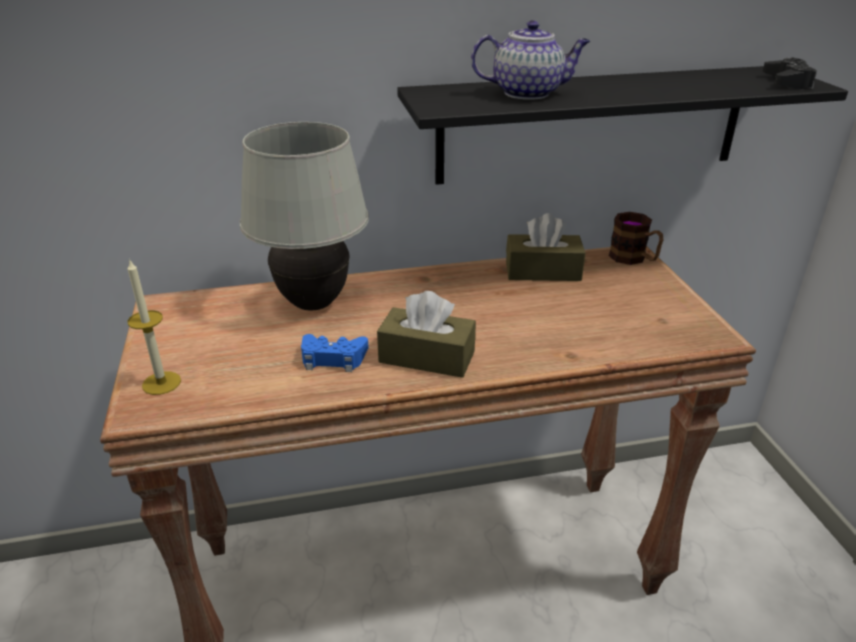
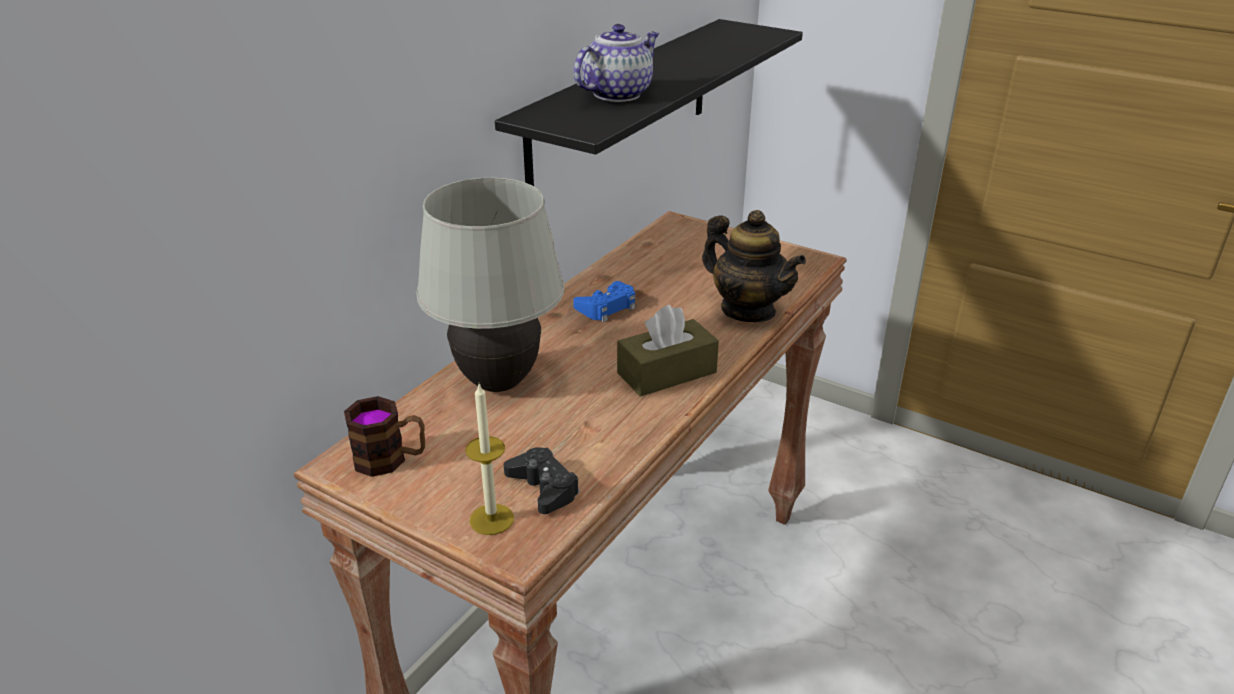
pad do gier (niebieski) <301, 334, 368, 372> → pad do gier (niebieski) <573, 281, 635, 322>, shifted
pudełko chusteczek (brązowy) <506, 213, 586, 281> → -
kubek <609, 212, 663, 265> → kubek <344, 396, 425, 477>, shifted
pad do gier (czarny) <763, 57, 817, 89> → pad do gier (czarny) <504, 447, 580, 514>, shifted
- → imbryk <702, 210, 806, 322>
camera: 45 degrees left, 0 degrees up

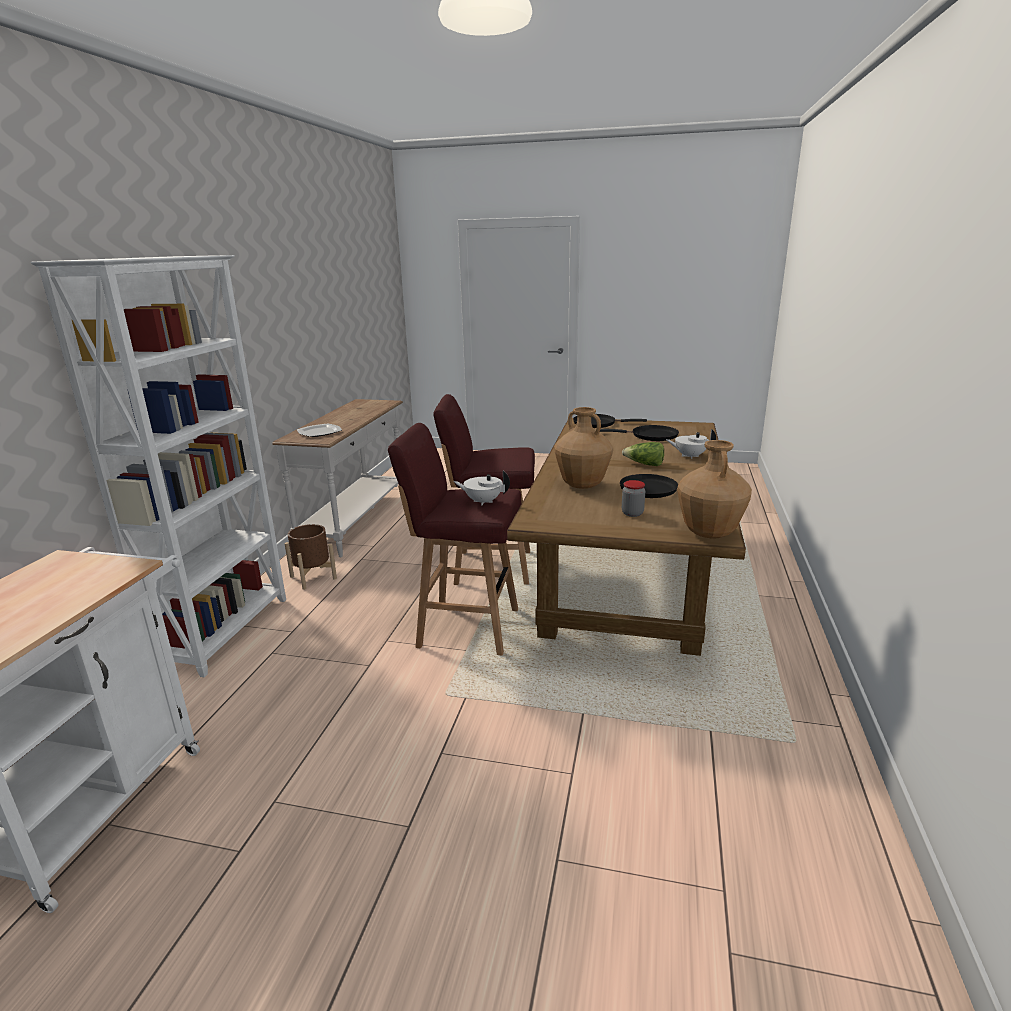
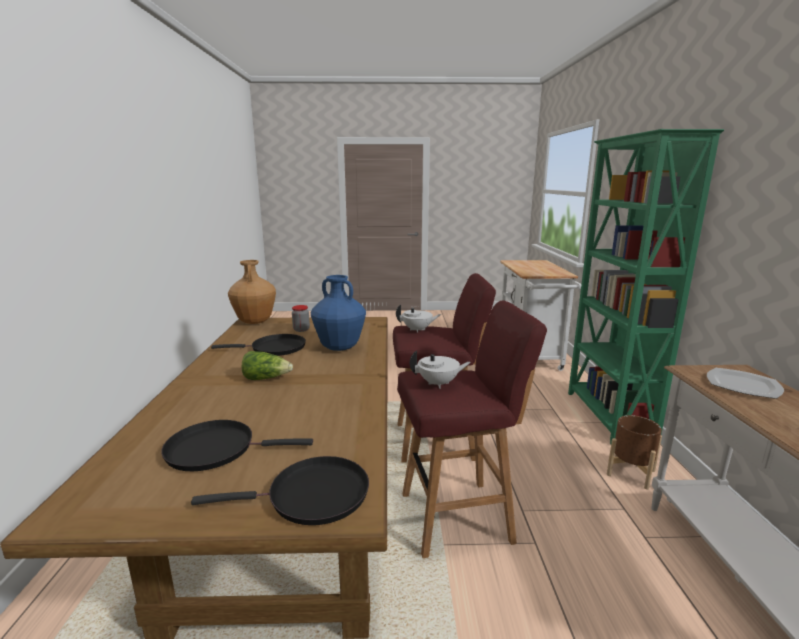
regał (biały) <31, 255, 286, 677> → regał (zielony) <568, 129, 724, 444>
wazon (brązowy) <554, 407, 613, 489> → wazon (niebieski) <311, 275, 366, 351>
imbryk (biały) <666, 429, 716, 459> → imbryk (biały) <410, 350, 471, 389>, shifted
camera: 165 degrees right, 5 degrees down

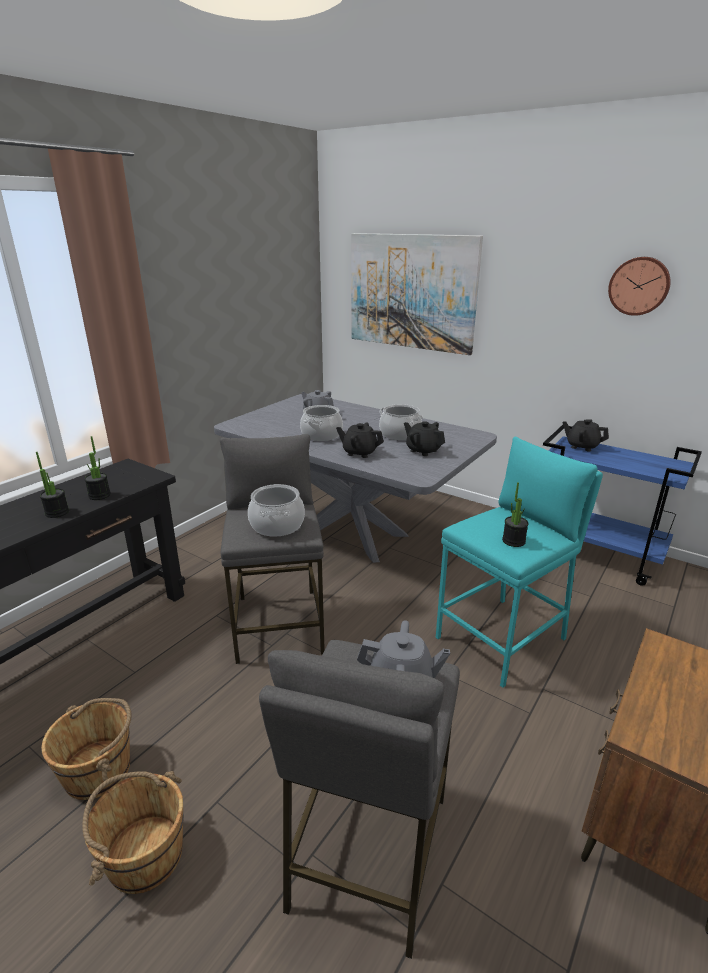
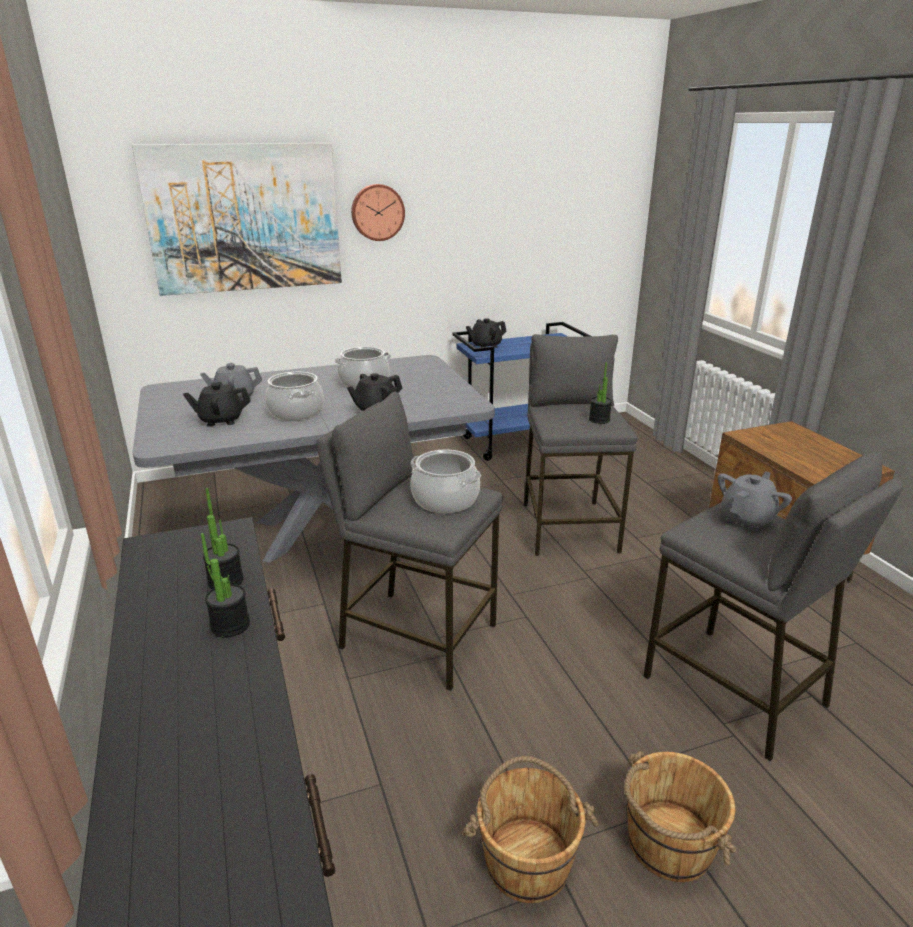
imbryk (czarny) <404, 421, 445, 456> → imbryk (czarny) <183, 382, 251, 427>, shifted
stołek (turkusowy) <436, 436, 603, 688> → stołek (szary) <524, 334, 638, 556>
zegar ścienny <608, 257, 671, 316> → zegar ścienny <351, 184, 405, 241>, shifted
camera: 55 degrees left, 0 degrees up

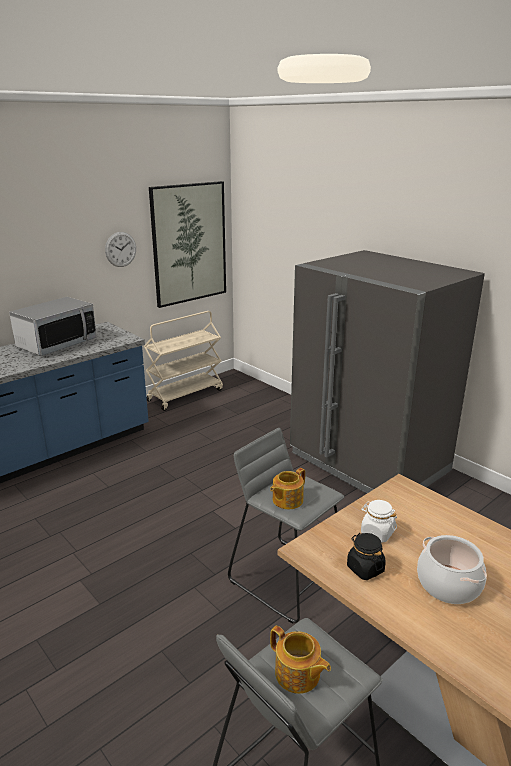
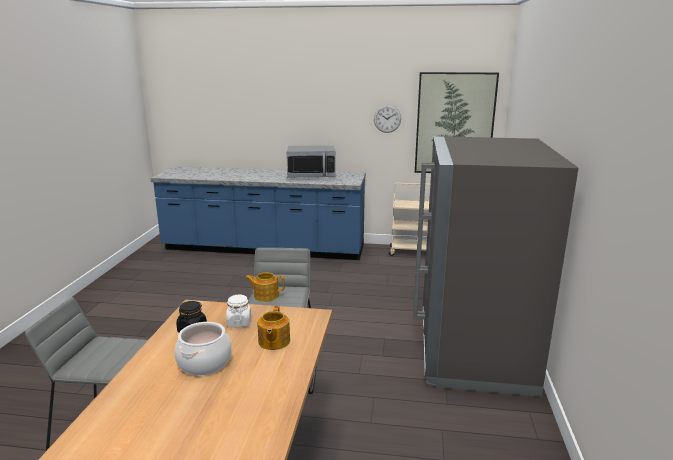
imbryk <270, 626, 331, 694> → imbryk <257, 306, 290, 350>, shifted
camera: 50 degrees right, 5 degrees down

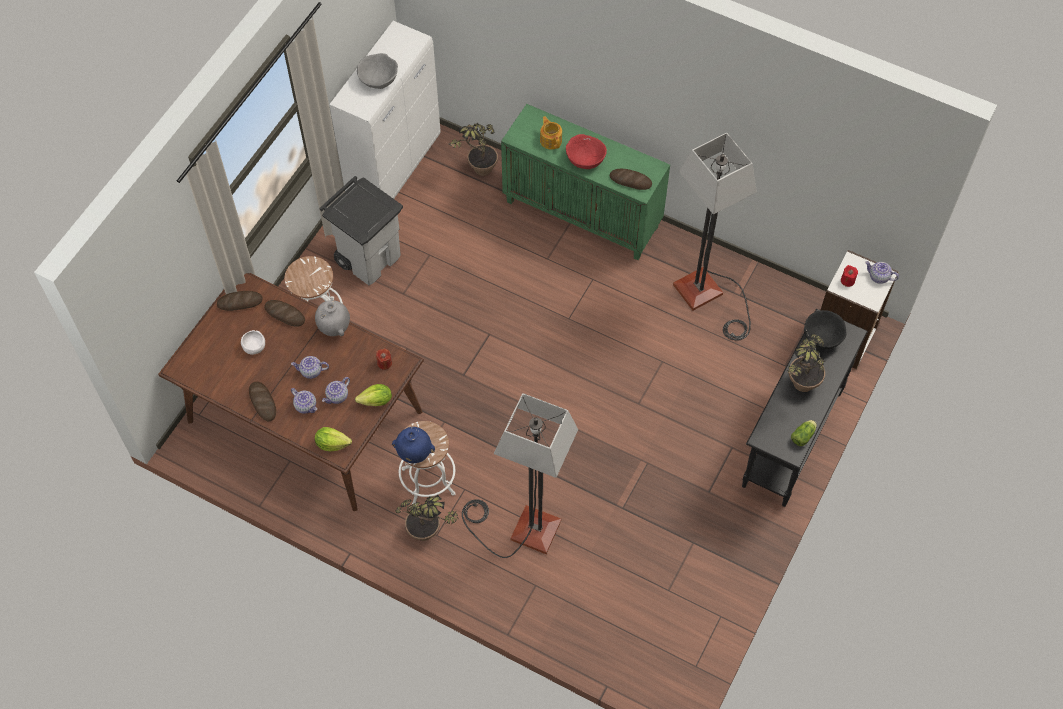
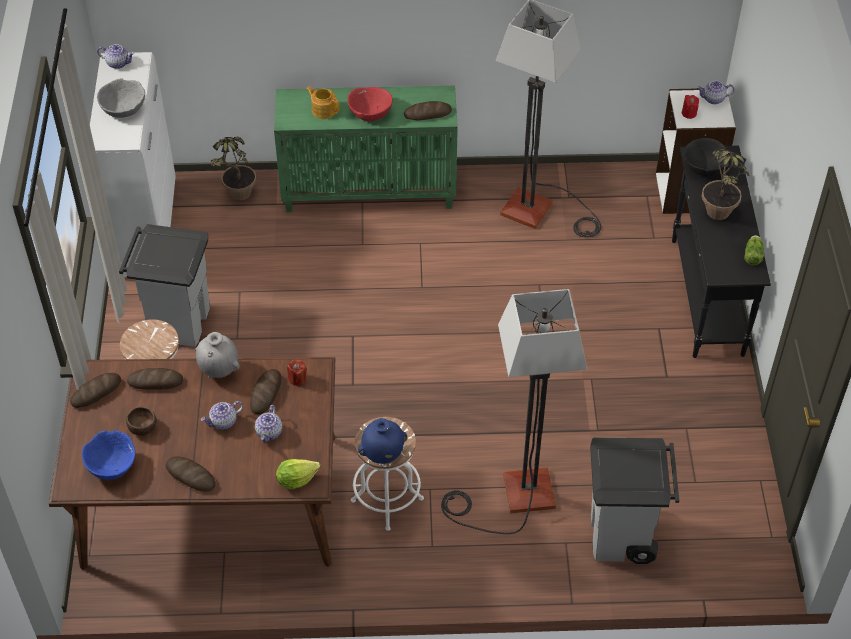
miska (biały) <241, 330, 265, 355> → miska (brązowy) <126, 406, 157, 436>
imbryk <291, 388, 317, 414> → imbryk <97, 44, 134, 69>, shifted
sałata <355, 384, 392, 406> → -
roślina doniczkowa <395, 495, 460, 541> → -
- → miska (niebieski) <82, 431, 135, 480>
- → chleb <250, 369, 282, 415>
- → kosz na śmieci (szary) <590, 437, 679, 564>
camera: 30 degrees left, 10 degrees down

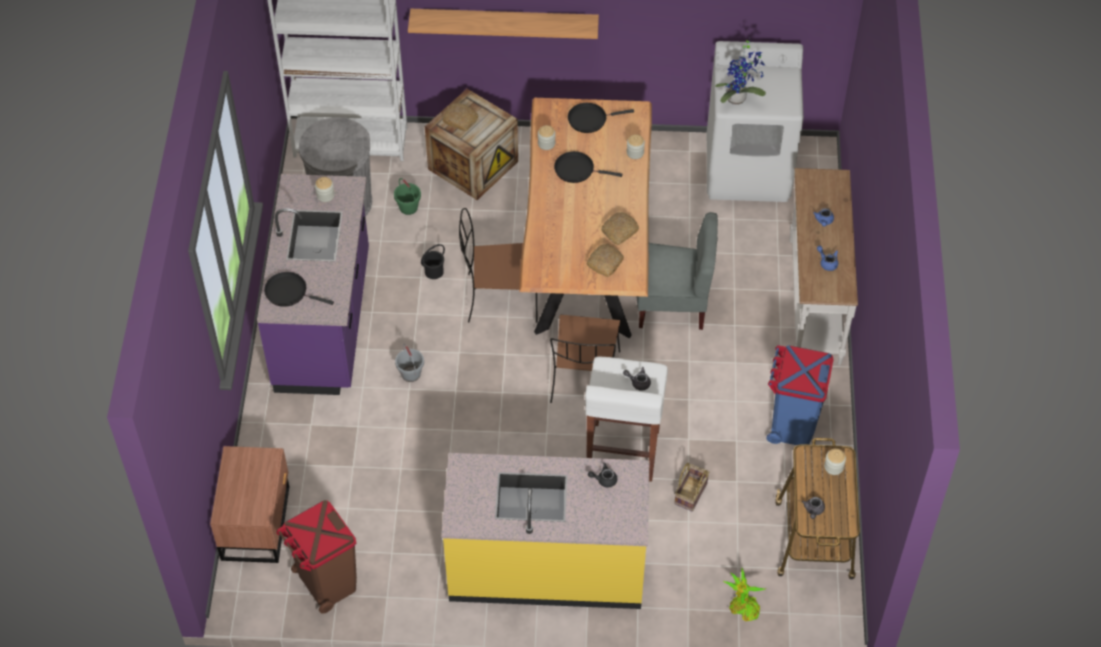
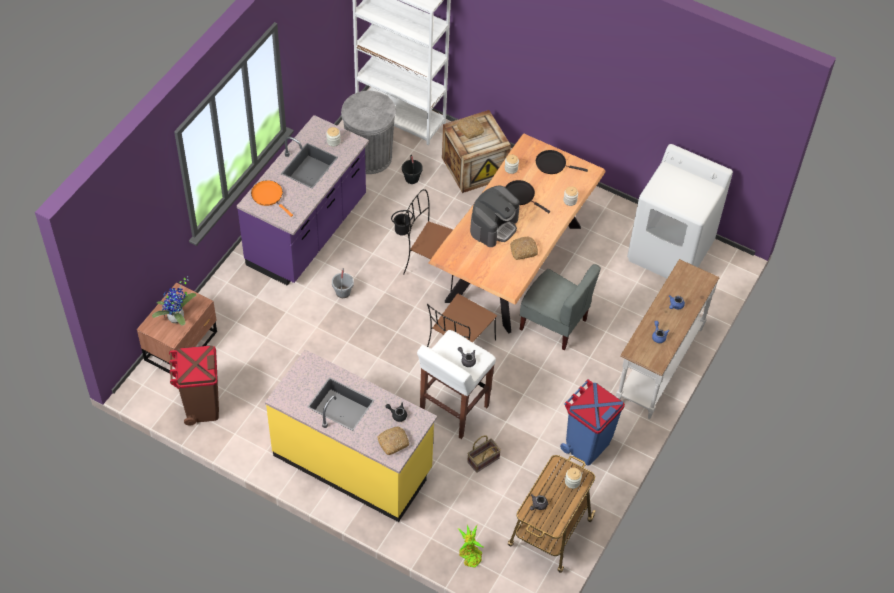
patelnia (czarny) <264, 272, 334, 307> → patelnia (pomarańczowy) <251, 180, 293, 217>
wiadro (zielony) <394, 178, 421, 215> → wiadro (czarny) <402, 155, 423, 184>
półka <408, 9, 599, 39> → -
chleb <586, 244, 624, 277> → chleb <377, 427, 410, 455>, shifted
roślina doniczkowa <715, 37, 766, 105> → roślina doniczkowa <152, 277, 197, 326>, shifted
- → ekspres do kawy <470, 185, 520, 247>
camera: 25 degrees right, 0 degrees up

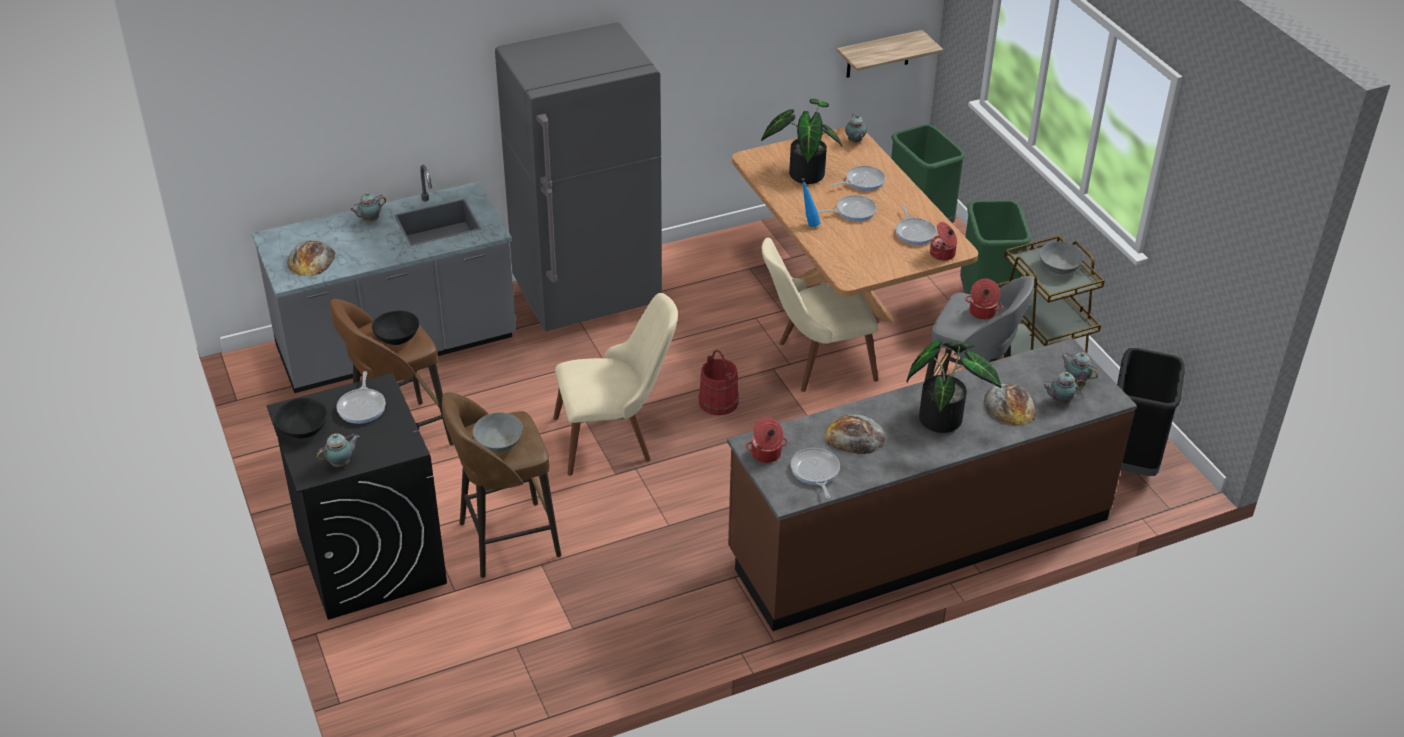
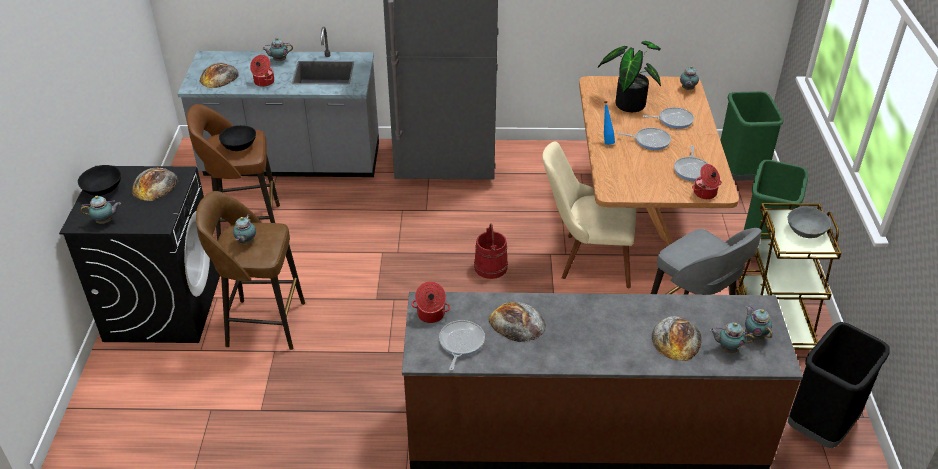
patelnia <337, 371, 386, 424> → chleb <132, 168, 178, 201>
miska (szary) <473, 412, 523, 452> → imbryk <233, 215, 256, 244>
krzesło (beżowy) <553, 293, 678, 476> → -
półka <837, 30, 943, 78> → -
roślina doniczkowa <907, 340, 1001, 433> → -
garnek <965, 278, 1003, 320> → garnek <250, 55, 274, 87>, shifted
camera: 25 degrees right, 0 degrees up

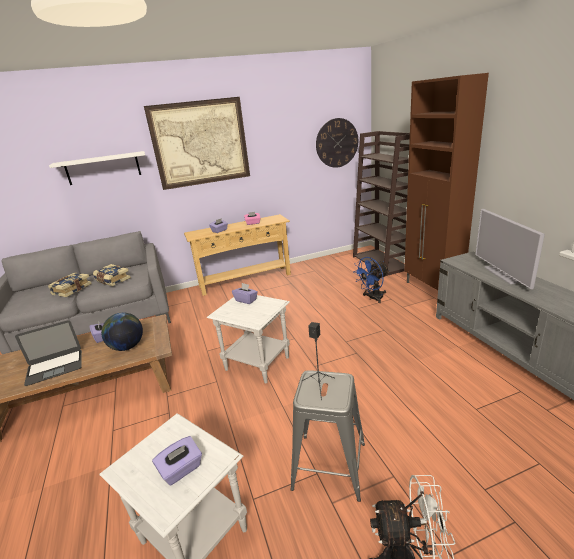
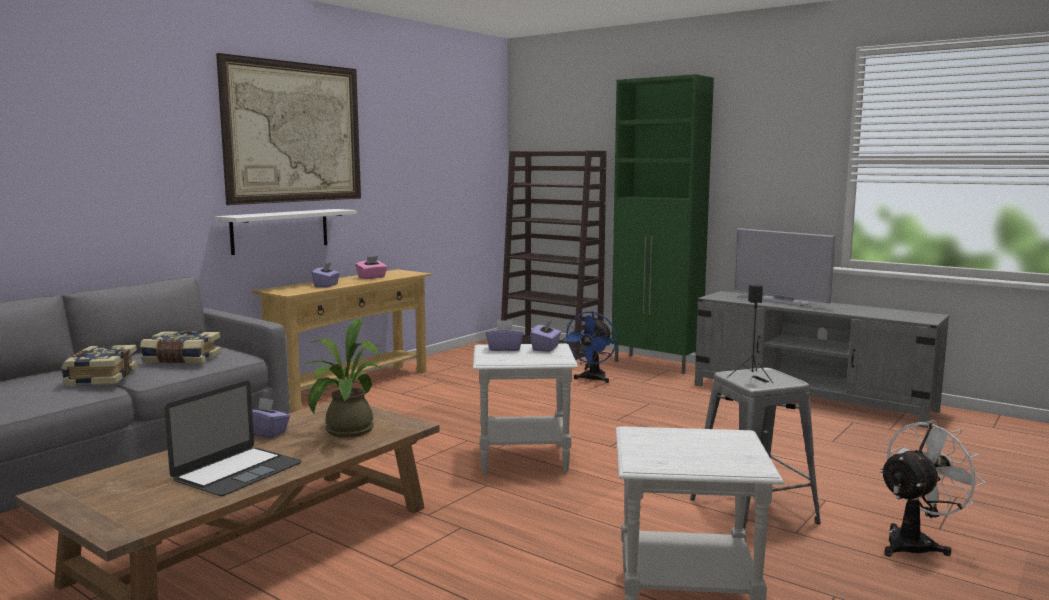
półka (biały) <49, 151, 145, 185> → półka (biały) <215, 209, 357, 255>, shifted
globus <101, 313, 143, 351> → roślina doniczkowa <304, 318, 386, 438>
pudełko chusteczek (fioletowy) <152, 436, 202, 485> → pudełko chusteczek (fioletowy) <530, 319, 561, 352>, shifted
zegar ścienny <316, 118, 358, 168> → -
szafka (brązowy) <404, 73, 489, 290> → szafka (zielony) <611, 74, 714, 374>
camera: 35 degrees left, 15 degrees down

